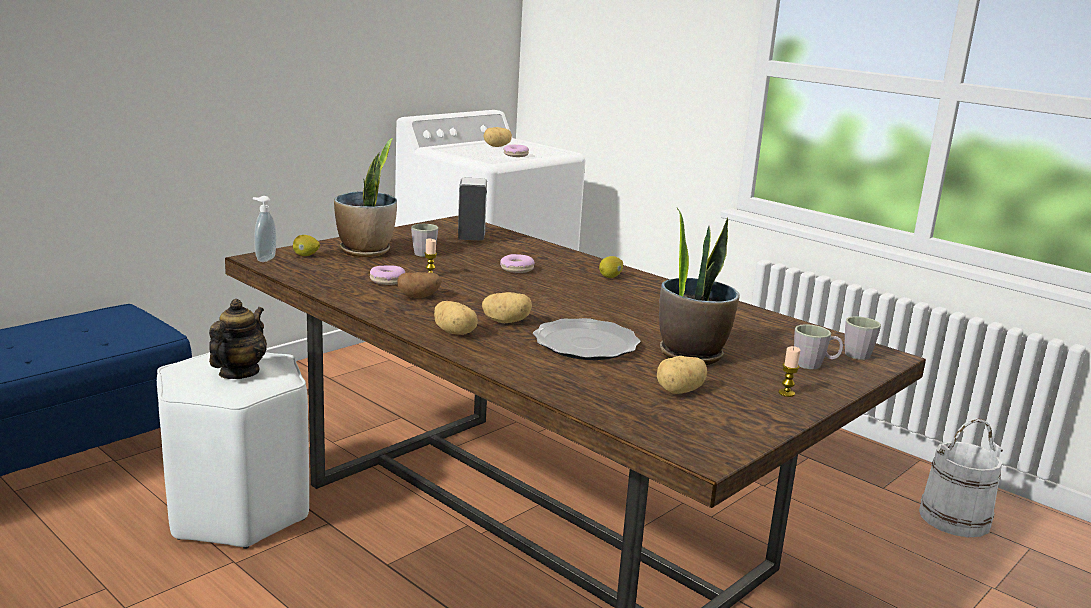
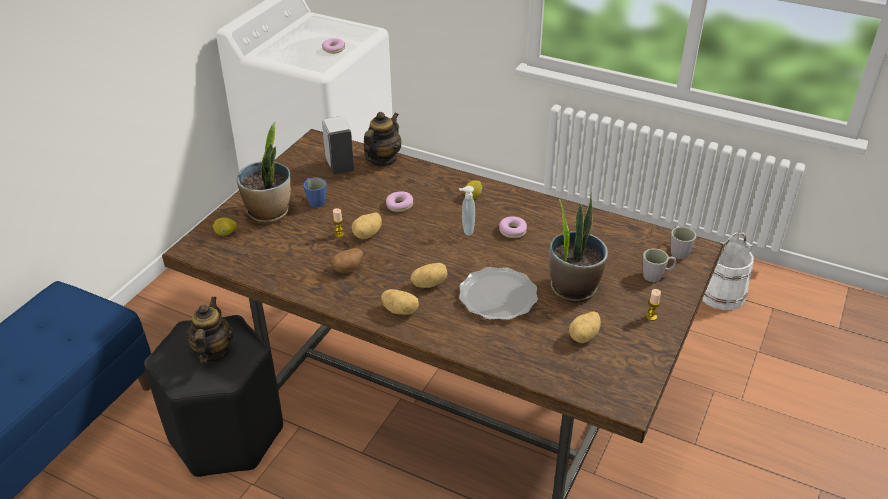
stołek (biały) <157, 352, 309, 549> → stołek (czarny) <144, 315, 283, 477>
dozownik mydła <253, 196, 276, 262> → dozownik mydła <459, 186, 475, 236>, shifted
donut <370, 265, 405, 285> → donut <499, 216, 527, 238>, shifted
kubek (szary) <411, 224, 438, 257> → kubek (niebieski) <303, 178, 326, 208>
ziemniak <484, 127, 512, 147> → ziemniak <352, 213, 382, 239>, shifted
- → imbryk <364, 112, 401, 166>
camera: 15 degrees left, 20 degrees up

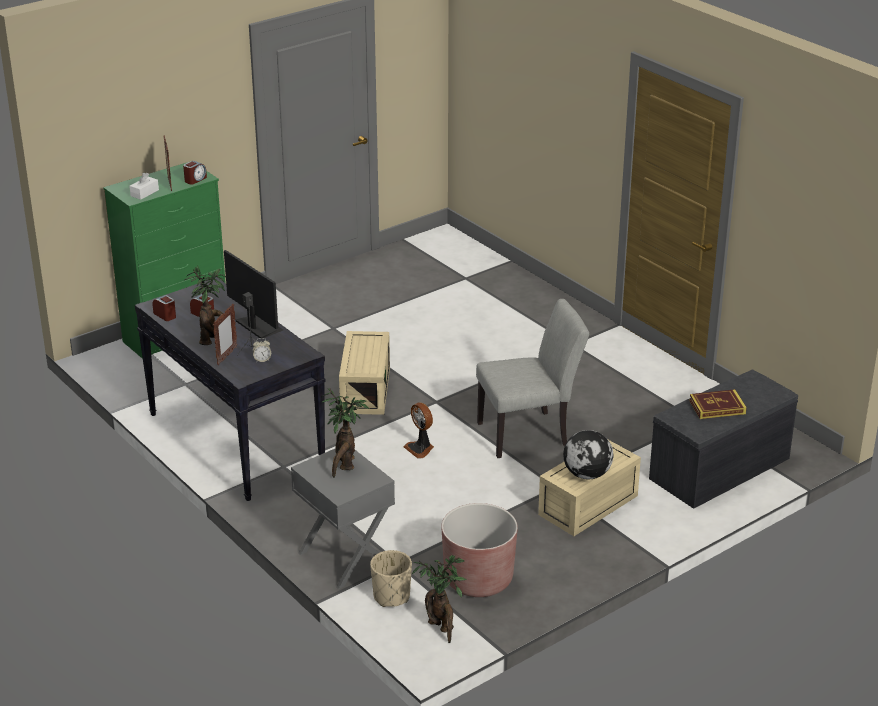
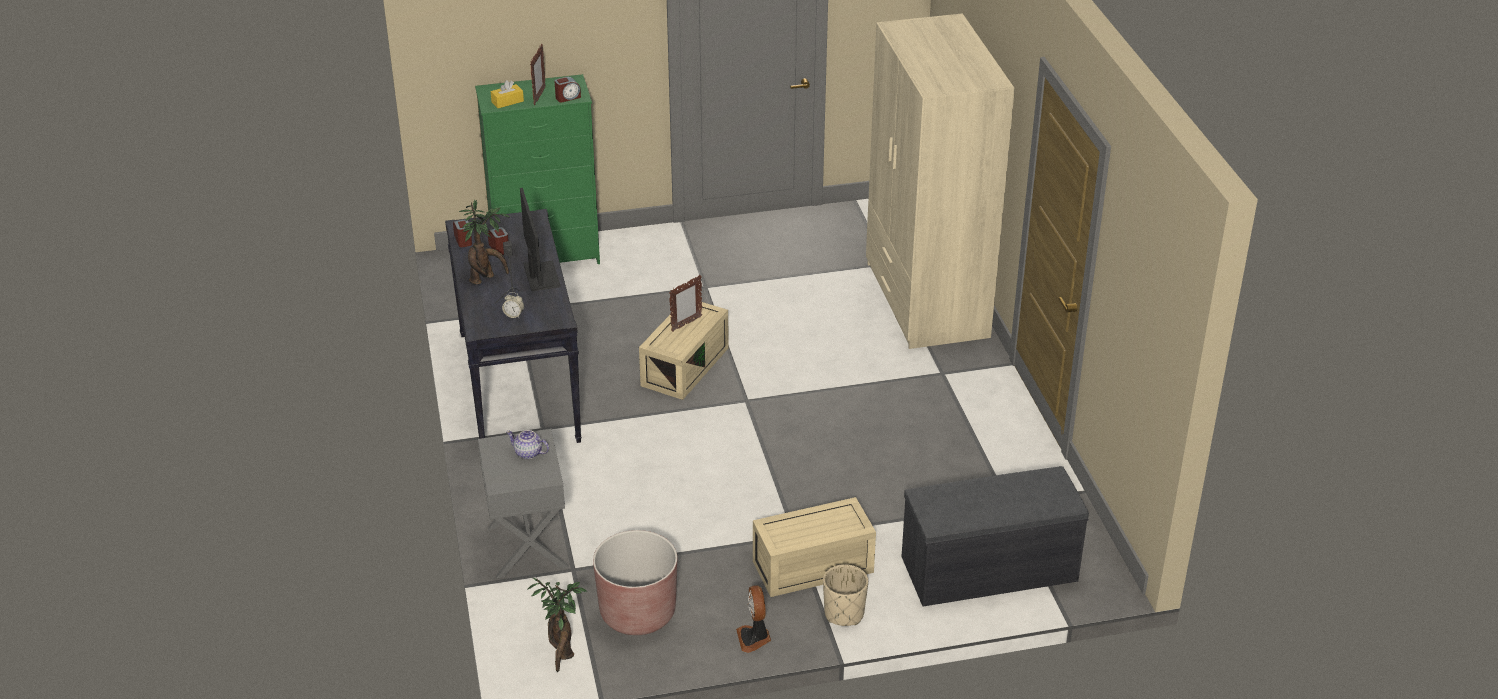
pudełko chusteczek (biały) <129, 172, 159, 200> → pudełko chusteczek (żółty) <491, 80, 524, 108>
ramka na zdjęcie <213, 303, 237, 365> → ramka na zdjęcie <669, 275, 702, 332>, shifted
roślina doniczkowa <321, 388, 369, 478> → imbryk <506, 430, 549, 459>
donica (beżowy) <370, 550, 412, 607> → donica (beżowy) <823, 564, 868, 626>, shifted
wentylator <403, 402, 434, 458> → wentylator <736, 585, 771, 653>, shifted
krzesło (szary) <476, 299, 589, 458> → -
globus <563, 430, 614, 479> → -
książka <689, 389, 747, 419> → -
- → szafa (beżowy) <866, 13, 1015, 349>
camera: 25 degrees right, 5 degrees up

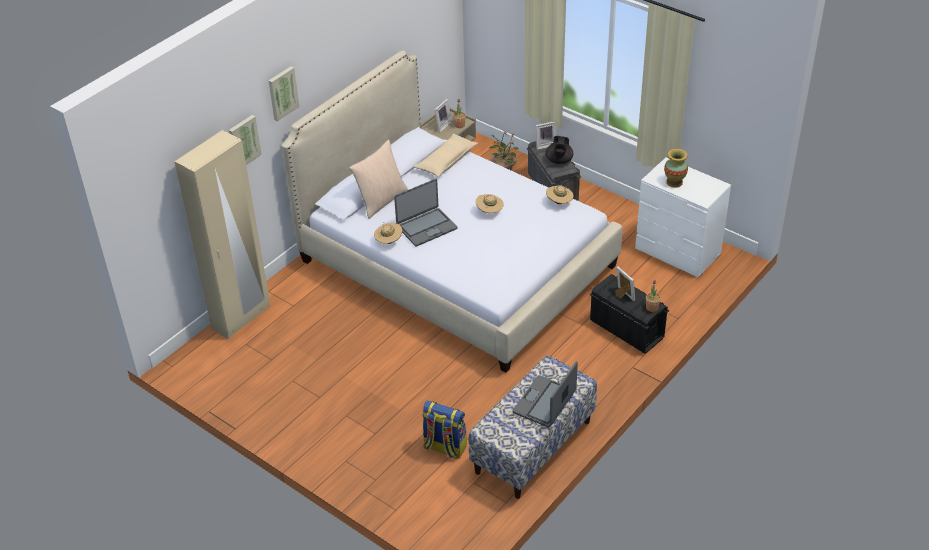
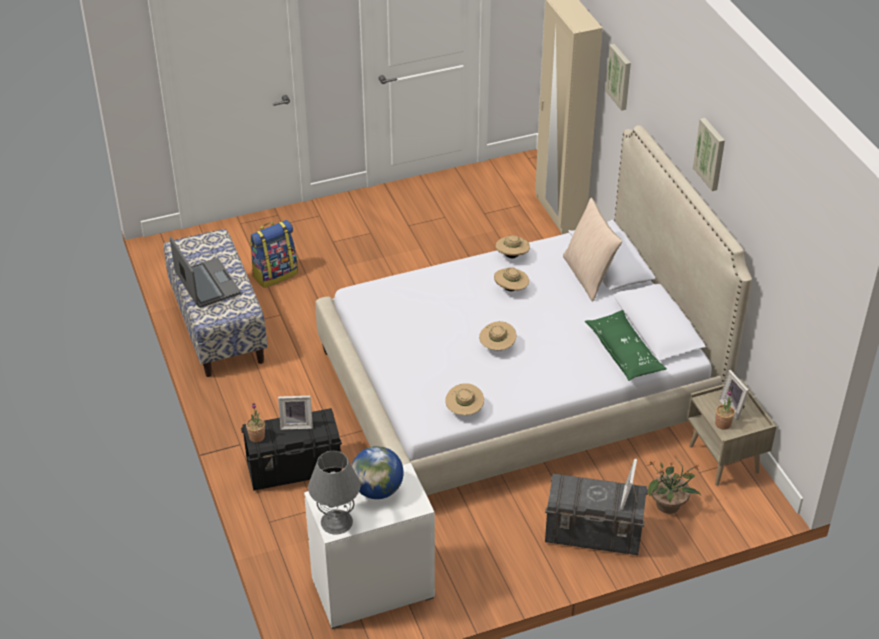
obraz <268, 66, 300, 121> → obraz <693, 118, 725, 191>, shifted
laptop <394, 179, 457, 247> → kapelusz (beżowy) <494, 267, 529, 291>
poduszka (beżowy) <413, 134, 478, 177> → poduszka (zielony) <585, 310, 667, 381>
imbryk (czarny) <545, 136, 573, 164> → -
wazon <664, 149, 688, 188> → globus <352, 446, 404, 499>
- → lampa stołowa (szary) <308, 451, 360, 535>
camera: 120 degrees right, 0 degrees up

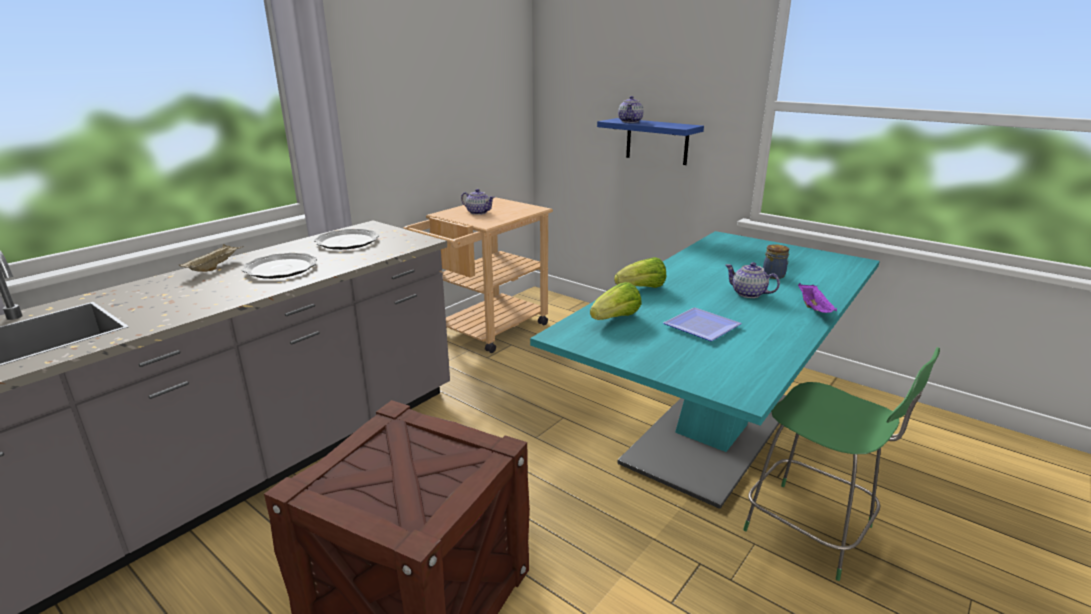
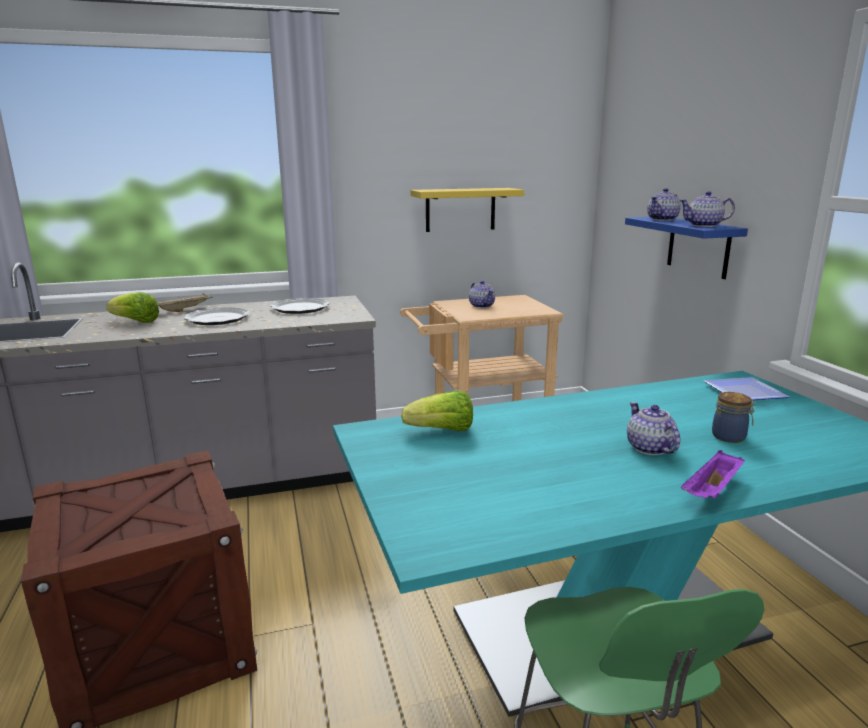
sałata <614, 257, 666, 288> → sałata <106, 292, 159, 323>, shifted
talerz <663, 307, 742, 341> → talerz <704, 377, 789, 400>, shifted
- → półka (żółty) <411, 188, 524, 232>
- → imbryk <679, 191, 735, 227>
camera: 35 degrees right, 5 degrees down

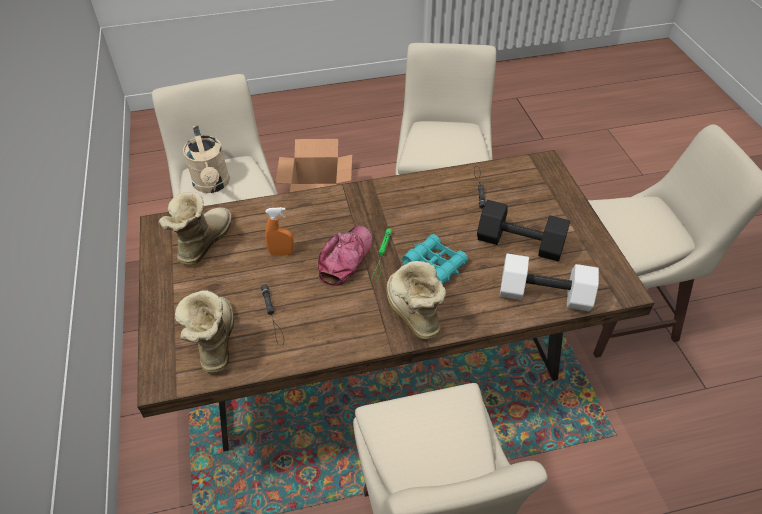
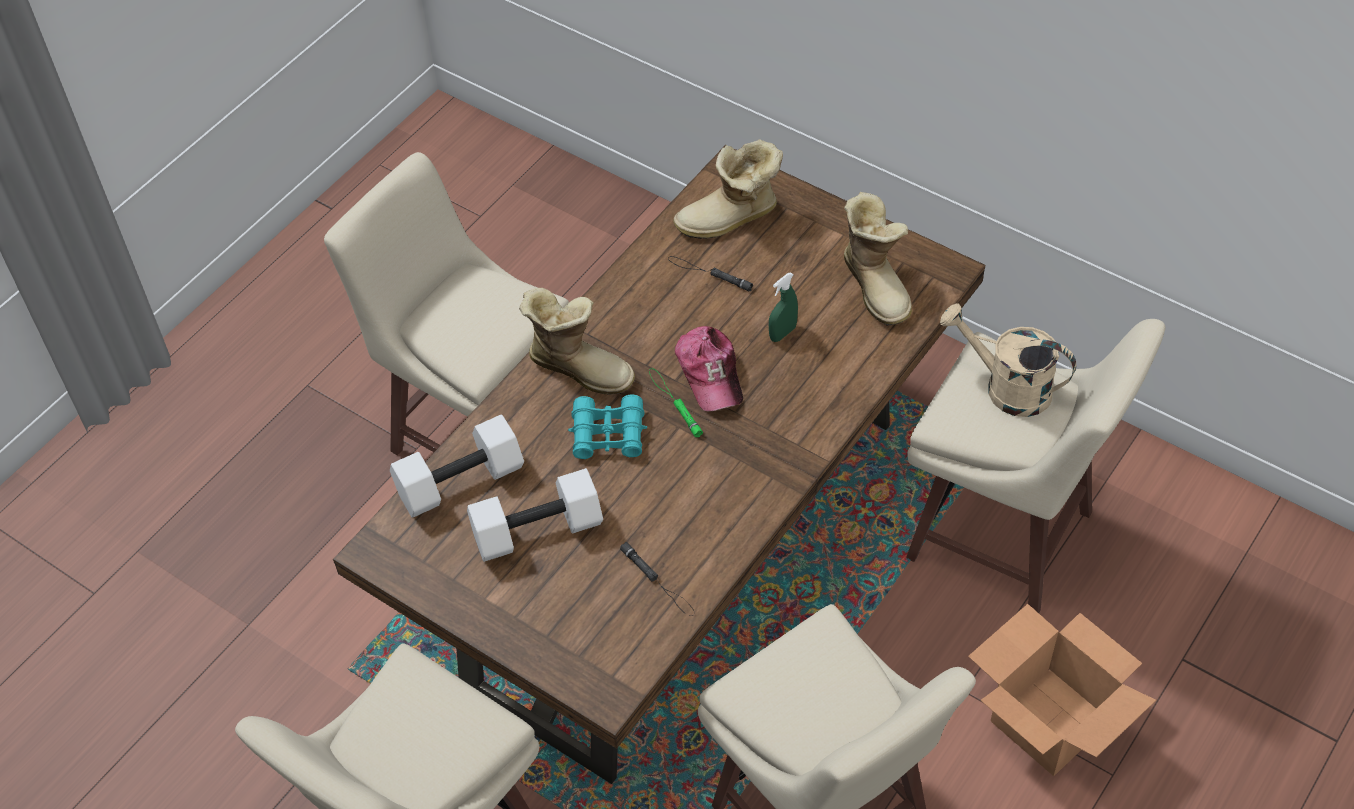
but z cholewką <175, 290, 234, 373> → but z cholewką <673, 139, 783, 239>, 120 degrees clockwise
spryskiwacz (pomarańczowy) <265, 207, 294, 256> → spryskiwacz (zielony) <769, 272, 798, 342>
hantel (czarny) <477, 200, 570, 261> → hantel (biały) <467, 468, 603, 562>
camera: 140 degrees right, 5 degrees up

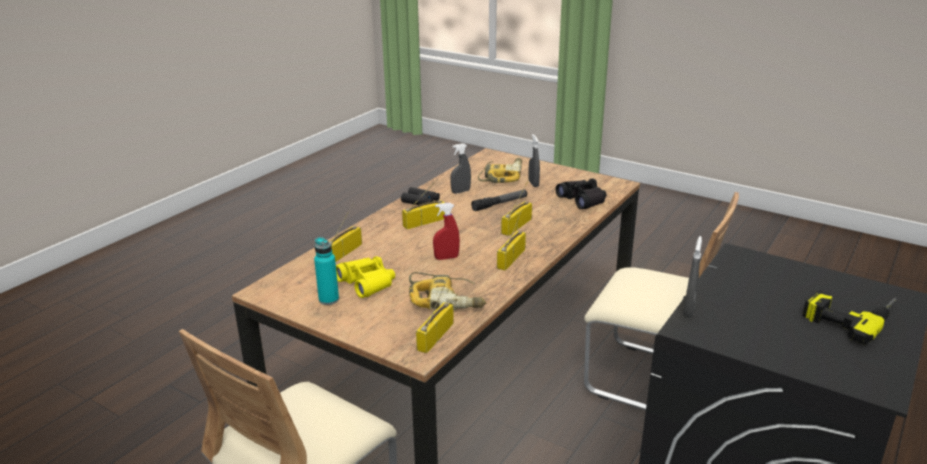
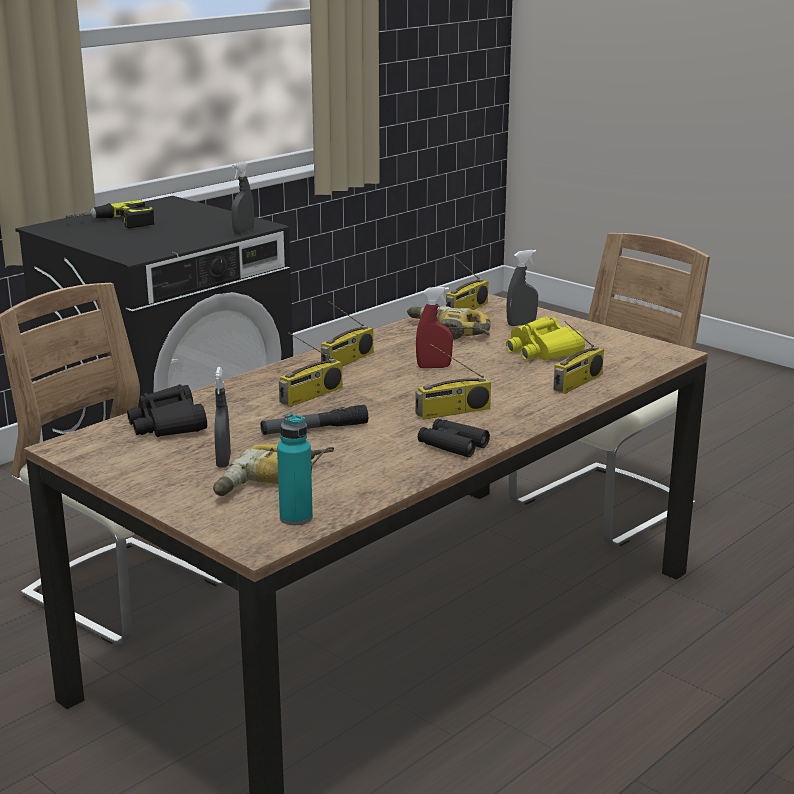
butelka (turkusowy) <314, 237, 339, 305> → butelka (turkusowy) <277, 414, 313, 525>, shifted
spryskiwacz (szary) <450, 143, 471, 194> → spryskiwacz (szary) <507, 250, 538, 326>, shifted
camera: 170 degrees left, 5 degrees down

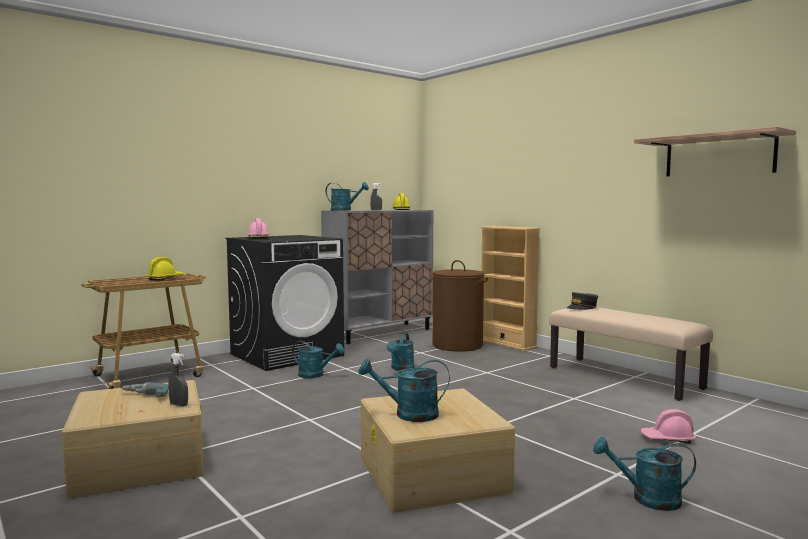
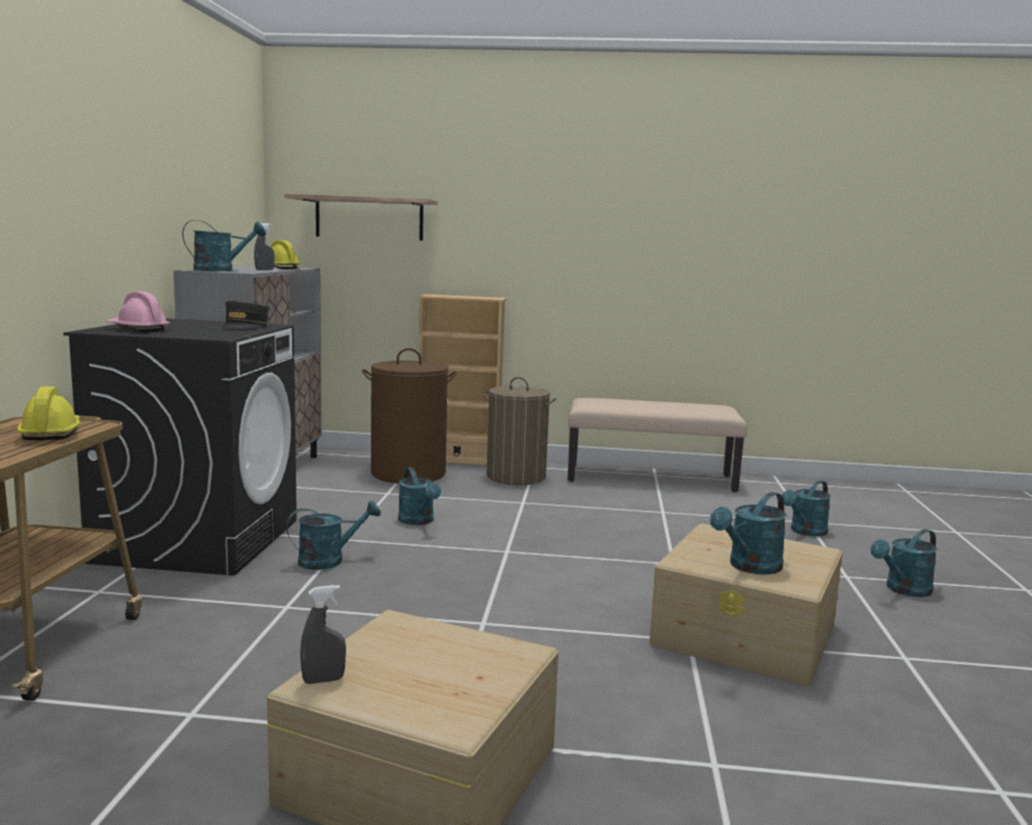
wiertarka <121, 382, 169, 398> → -
spryskiwacz (szary) <169, 353, 188, 406> → spryskiwacz (szary) <300, 585, 346, 684>, shifted
czapka z daszkiem (szary) <567, 292, 598, 310> → czapka z daszkiem (szary) <221, 300, 269, 329>, shifted
półka <634, 127, 796, 177> → półka <284, 194, 438, 241>, shifted
kask (różowy) <641, 409, 696, 444> → konewka (turkusowy) <782, 480, 831, 537>
- → kosz na pranie <483, 377, 557, 485>
camera: 45 degrees left, 5 degrees up

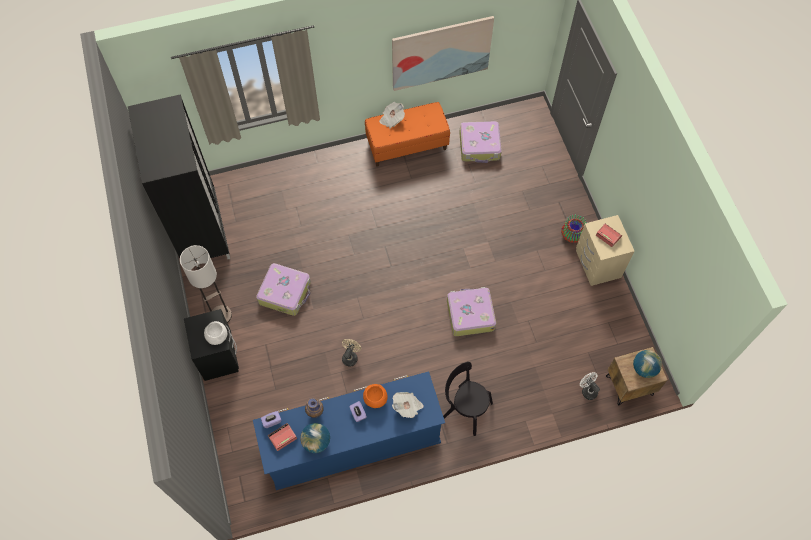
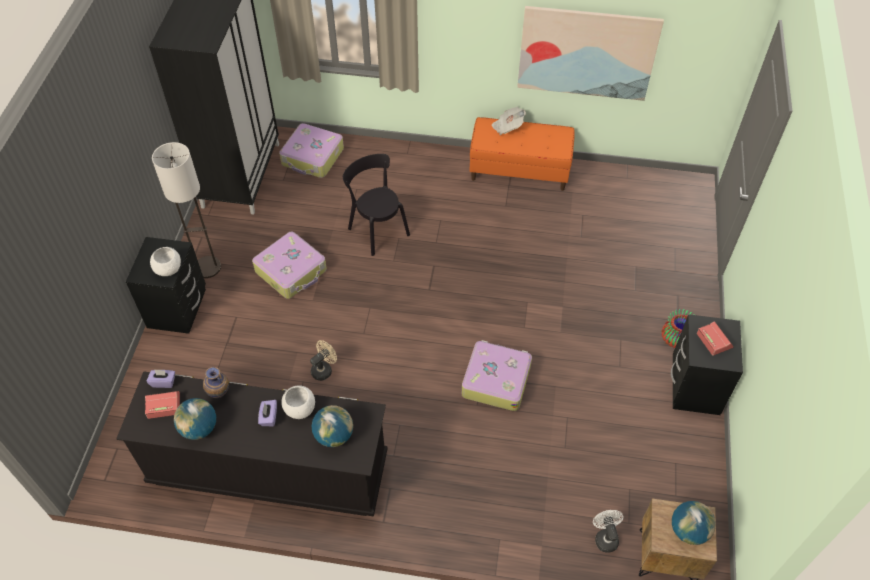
komoda (niebieski) <253, 371, 445, 490> → komoda (czarny) <116, 371, 388, 517>
miska (pomarańczowy) <363, 384, 387, 408> → miska (biały) <281, 385, 315, 419>
gazeta <392, 392, 424, 418> → globus <312, 405, 353, 447>
krzesło (czarny) <443, 362, 493, 436> → krzesło (czarny) <343, 154, 410, 256>, shifted
walizka <459, 121, 502, 163> → walizka <279, 123, 344, 178>, shifted
szafka nocna (beżowy) <576, 215, 635, 286> → szafka nocna (czarny) <671, 314, 743, 415>
camera: 25 degrees right, 10 degrees down

